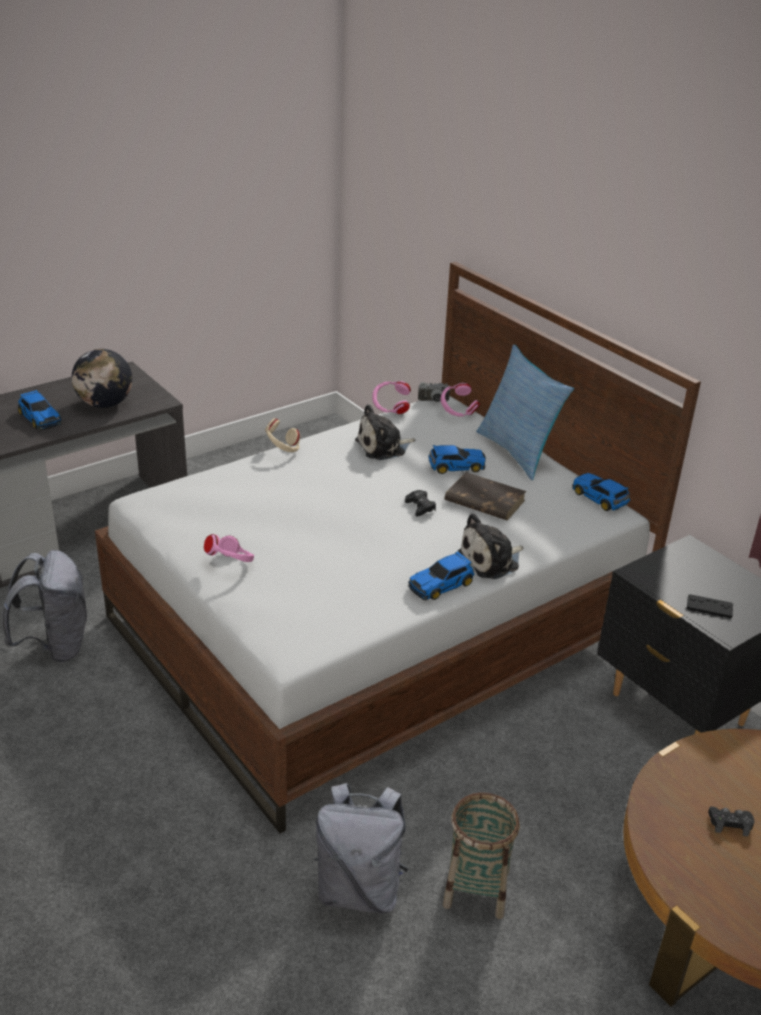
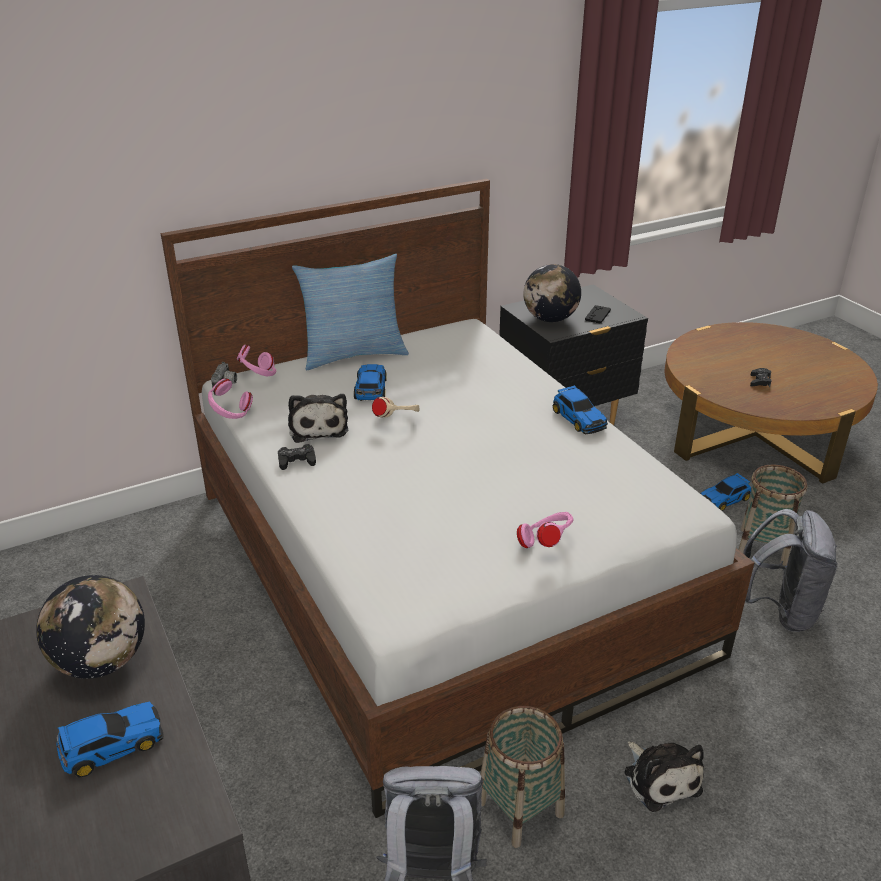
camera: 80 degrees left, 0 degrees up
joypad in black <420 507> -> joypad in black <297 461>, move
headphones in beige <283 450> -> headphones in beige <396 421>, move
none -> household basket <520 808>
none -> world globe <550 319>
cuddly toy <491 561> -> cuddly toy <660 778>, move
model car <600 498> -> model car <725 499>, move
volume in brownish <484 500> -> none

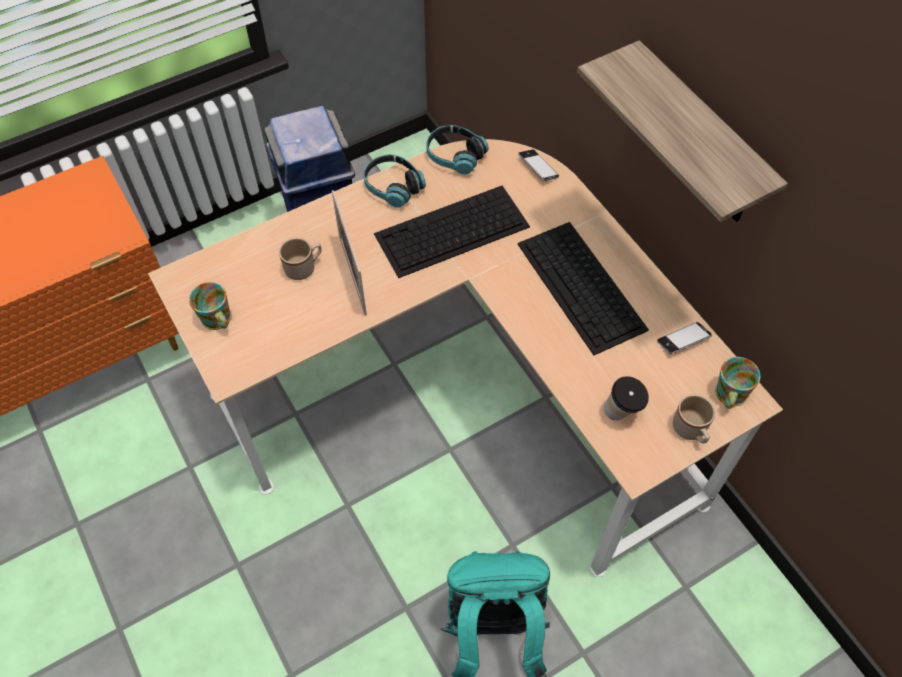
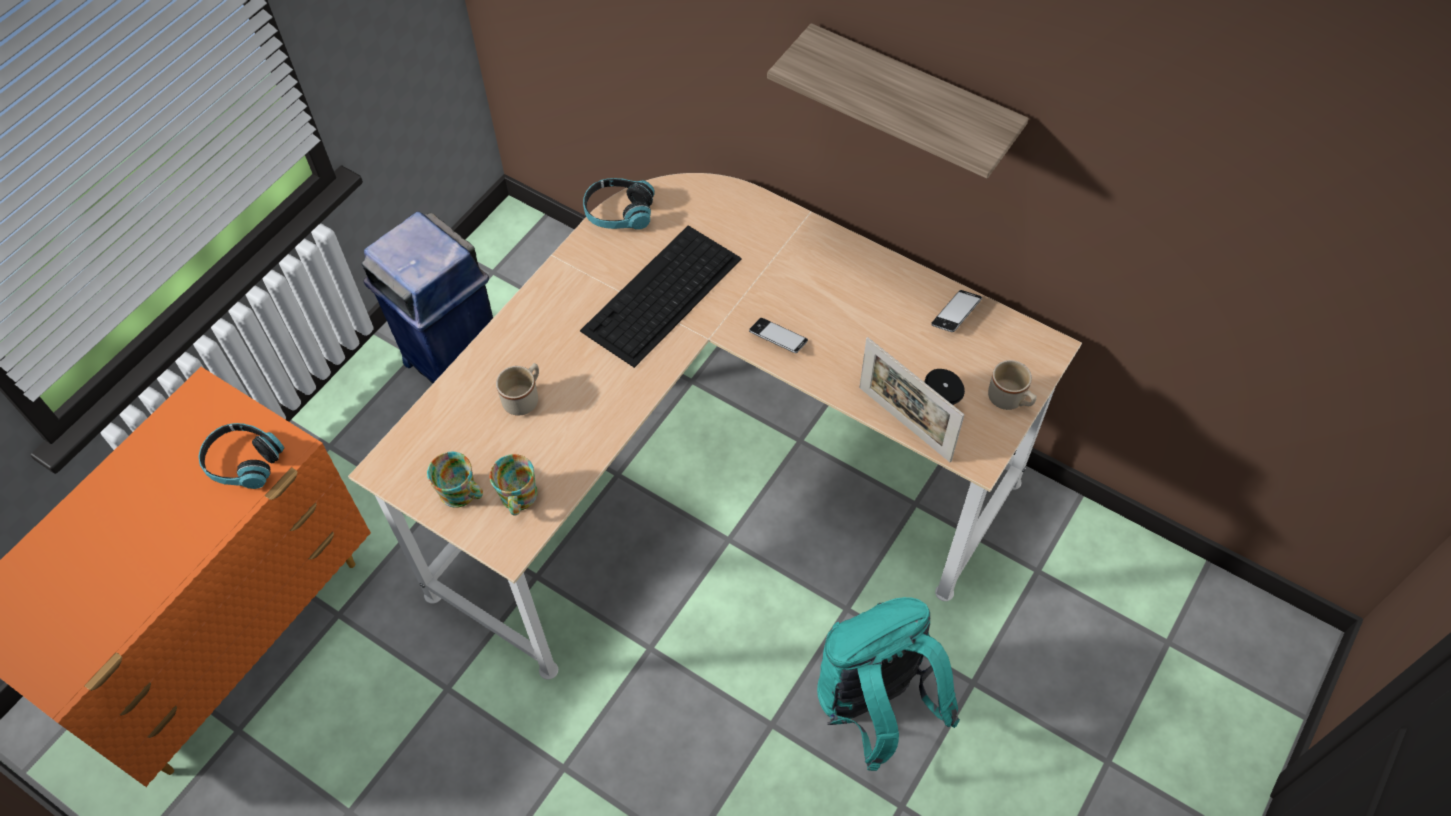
camera: 25 degrees left, 0 degrees up
headphones <393 187> -> headphones <244 462>, move
mug <729 396> -> mug <518 499>, move
telephone <538 168> -> telephone <778 338>, move
photo frame <352 275> -> photo frame <904 424>, move
computer keyboard <582 287> -> none

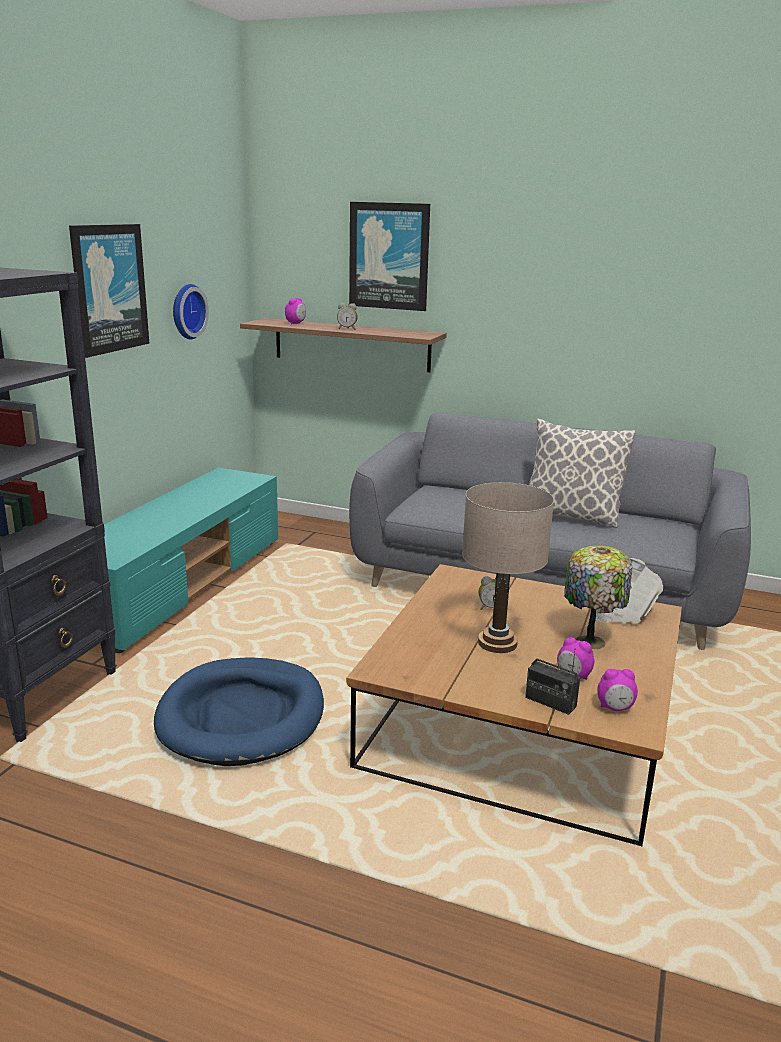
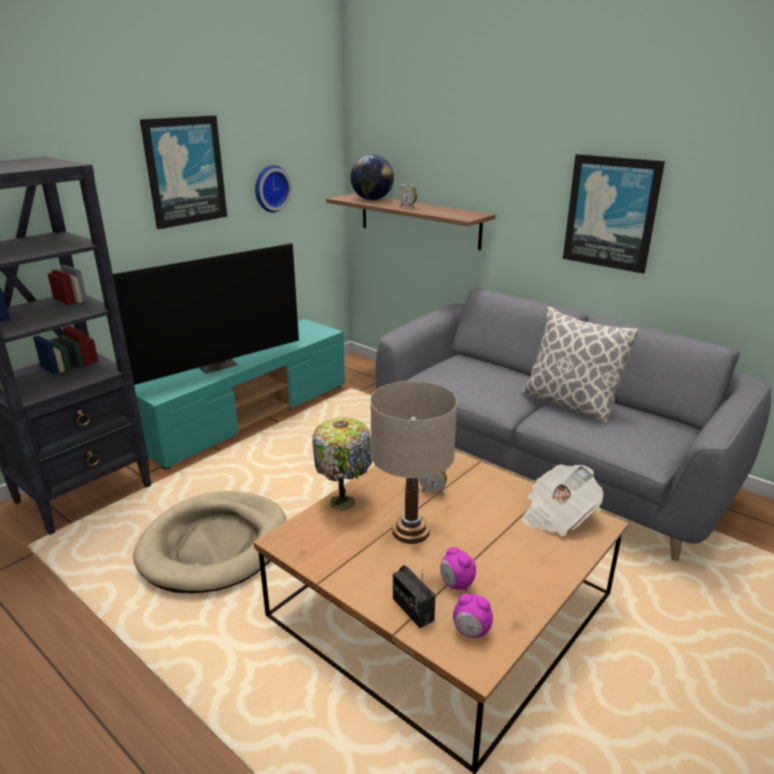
camera: 20 degrees right, 5 degrees up
none -> TV <217 365>
dog cushion in blue <242 716> -> dog cushion in beige <215 545>
lamp for a table <591 640> -> lamp for a table <344 501>, move
table clock <296 323> -> world globe <372 200>
wall art <389 256> -> wall art <611 213>, move

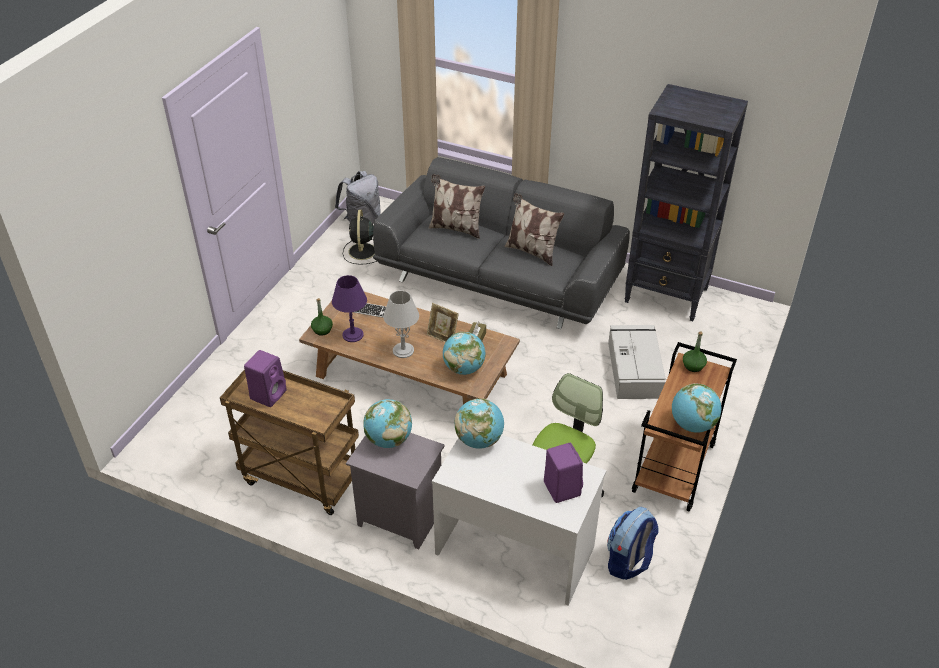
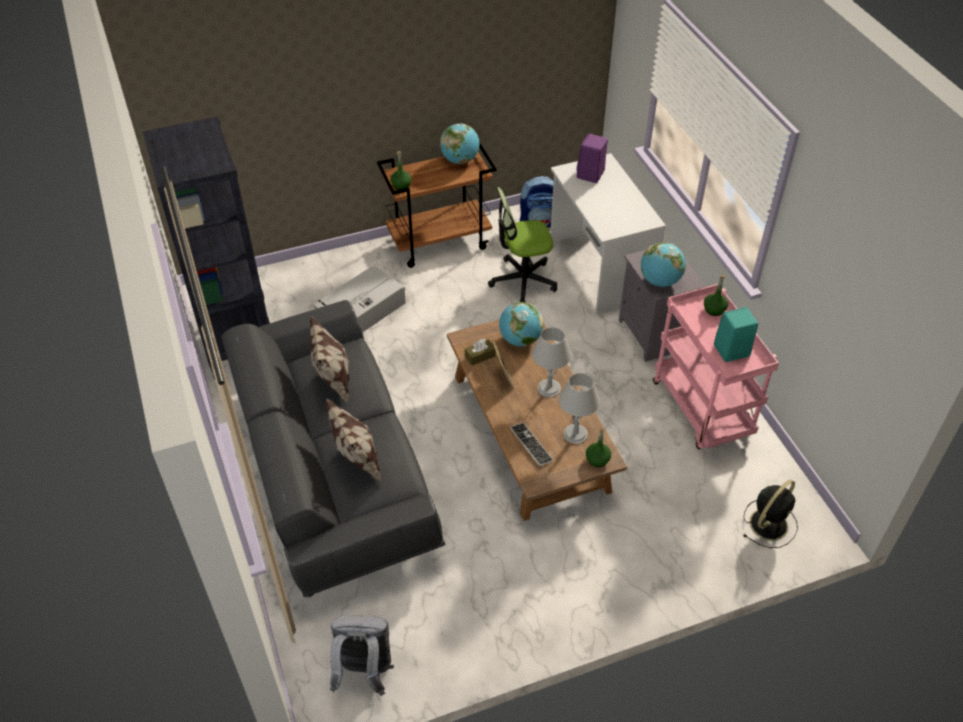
camera: 135 degrees left, 5 degrees up
lamp for a table in purple <353 335> -> lamp for a table in gray <575 434>
trolley in brownish <300 478> -> trolley in pinkish <703 410>
none -> bottle in green-coloured <714 309>
audio speaker in purple <269 394> -> audio speaker in turquoise <730 351>
electric fan in black <362 252> -> electric fan in black <769 523>, move
world globe <479 440> -> none

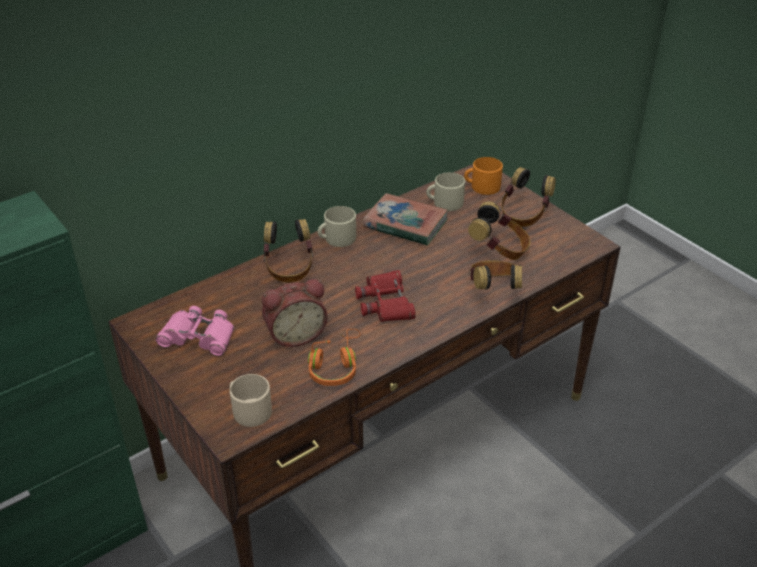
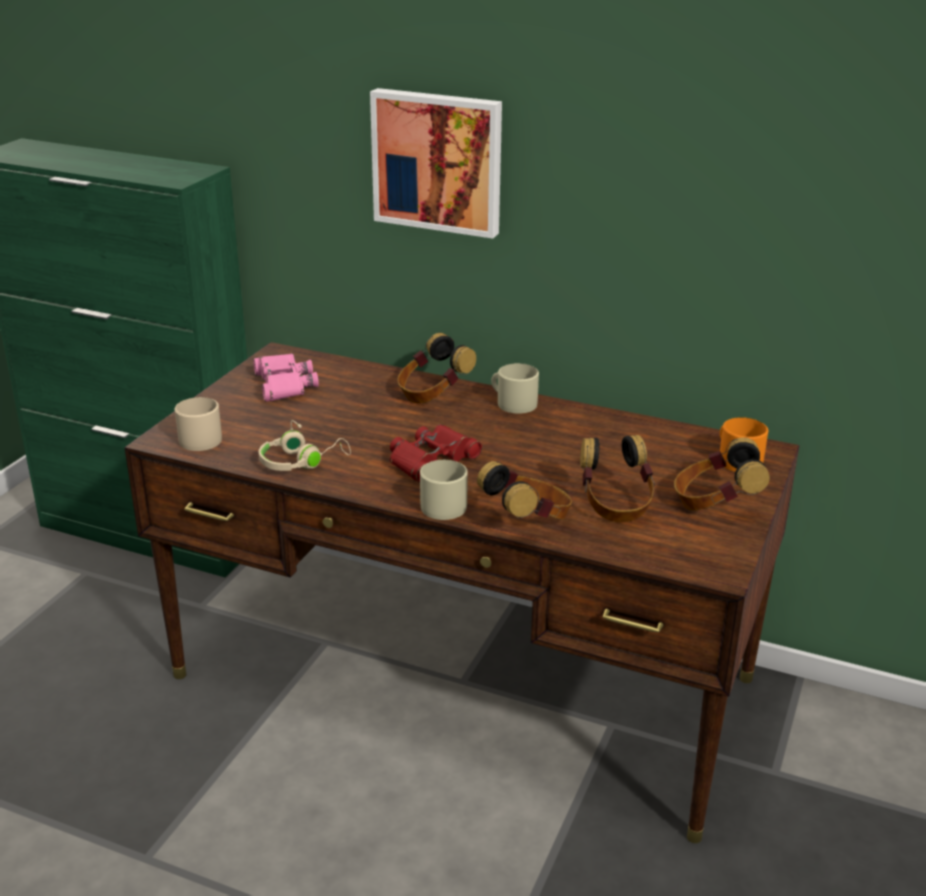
camera: 60 degrees right, 10 degrees down
headphones in orangey <335 366> -> headphones in beige <301 462>
none -> wall art <438 161>
mug in beige <444 202> -> mug in beige <440 504>, move
table clock <295 334> -> none
volume <405 224> -> none

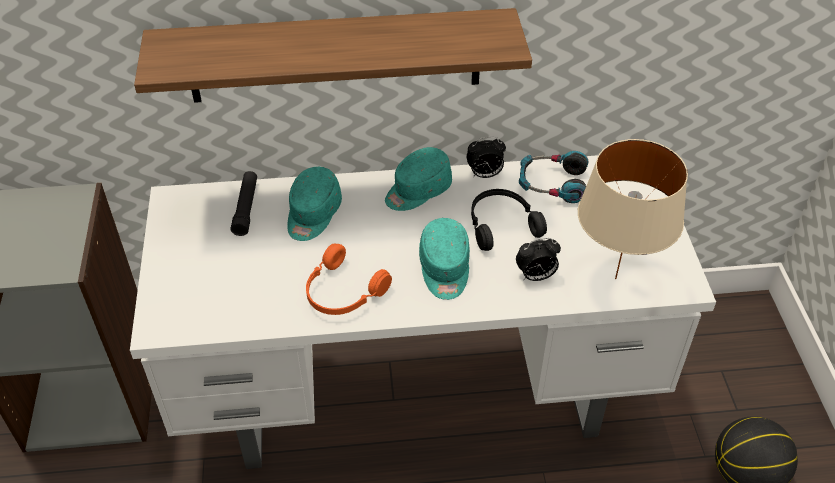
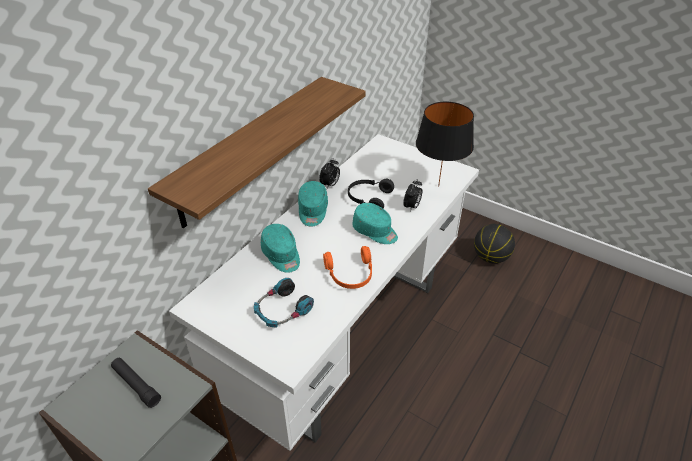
camera: 50 degrees left, 5 degrees down
torch in black <246 208> -> torch in black <136 385>, move
headphones <552 184> -> headphones <282 310>, move
lamp for a table in beige <615 277> -> lamp for a table in black <438 186>

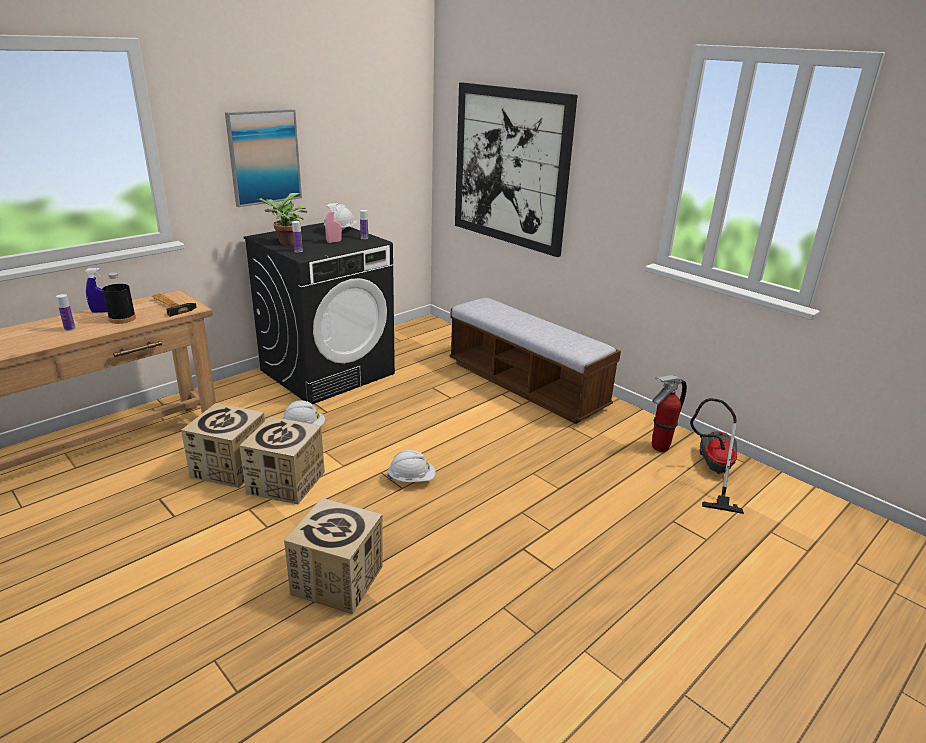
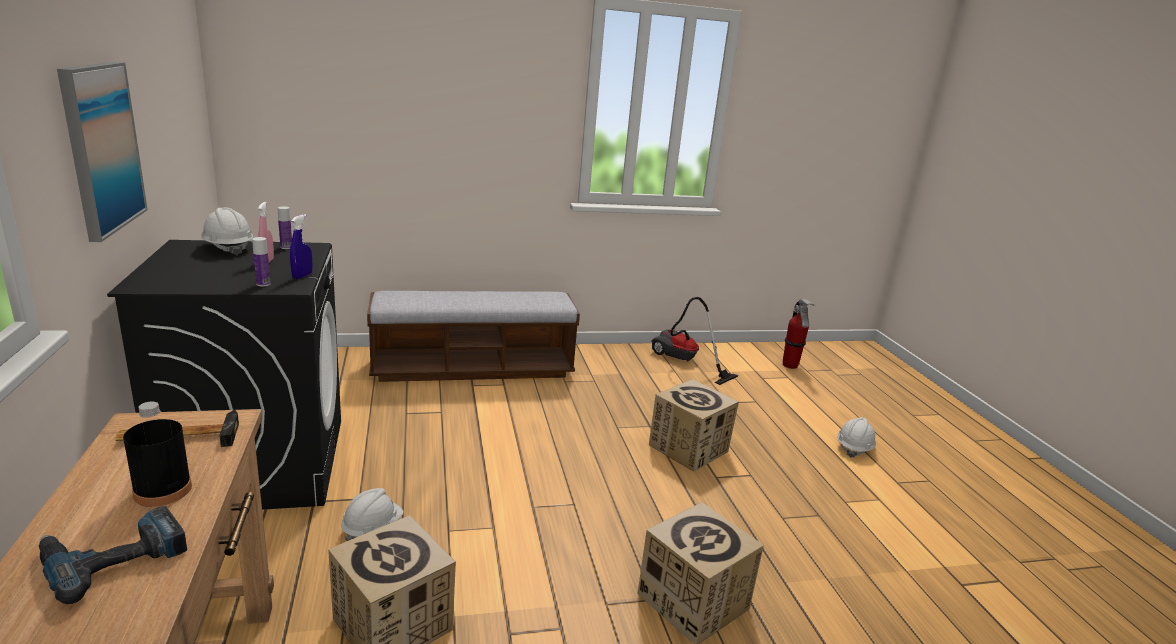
camera: 60 degrees left, 5 degrees down
bottle <70 329> -> power drill <113 557>
sprayer in blue <101 311> -> sprayer in blue <302 276>, move
carton <286 482> -> carton <689 448>, move
fire-fighting cylinder <659 447> -> fire-fighting cylinder <790 366>, move
hard hat in white-coloured <411 479> -> hard hat in white-coloured <854 448>, move
potted plant <286 243> -> none
wall art <510 167> -> none

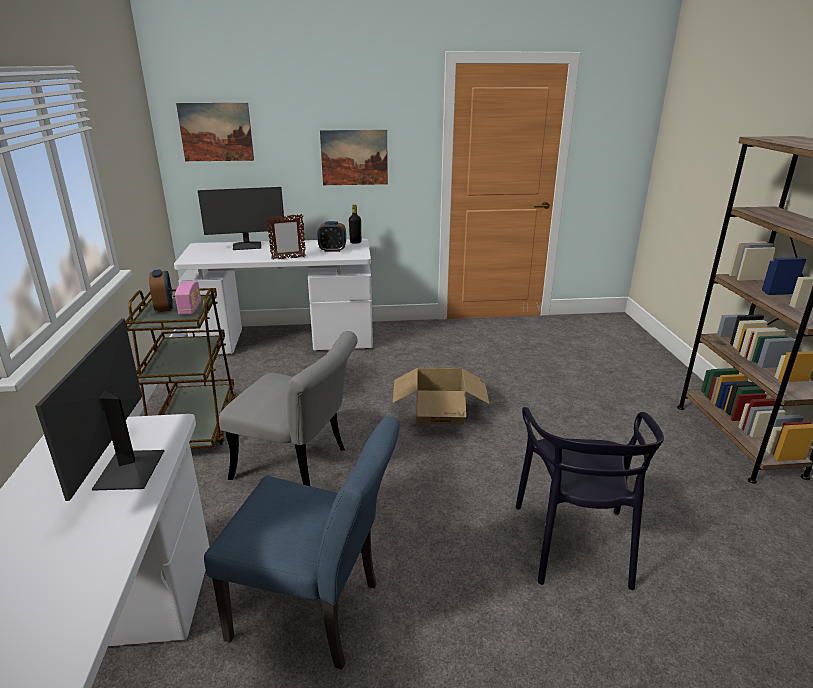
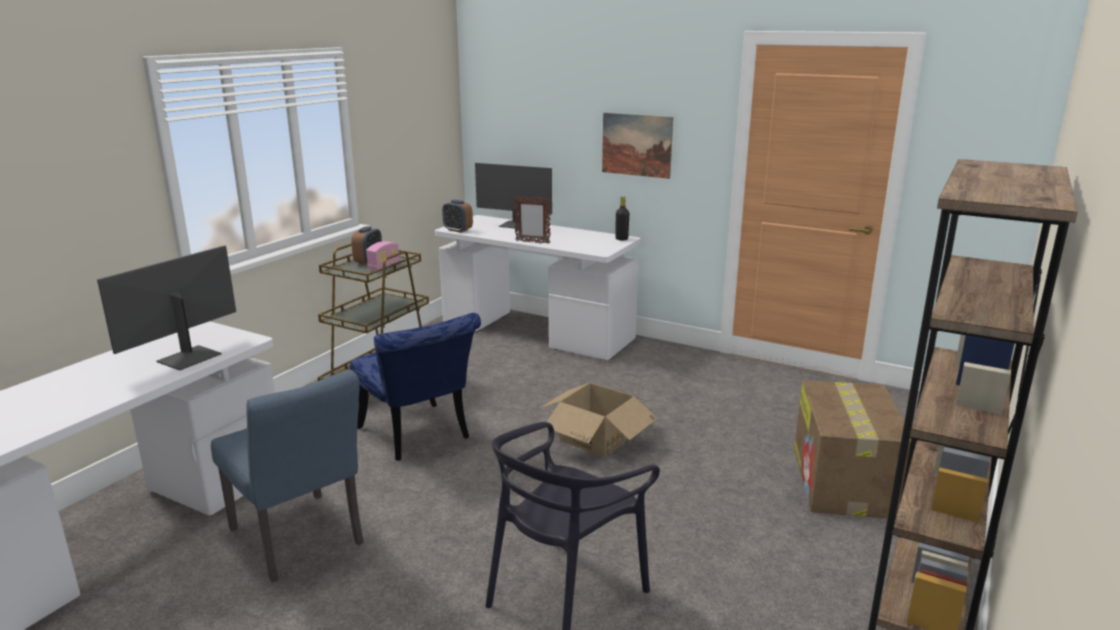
camera: 35 degrees right, 5 degrees down
upright chair in gray <299 465> -> upright chair in blue <418 437>
table clock <332 250> -> table clock <458 230>, move
none -> carton <844 482>
wall art <216 132> -> none

